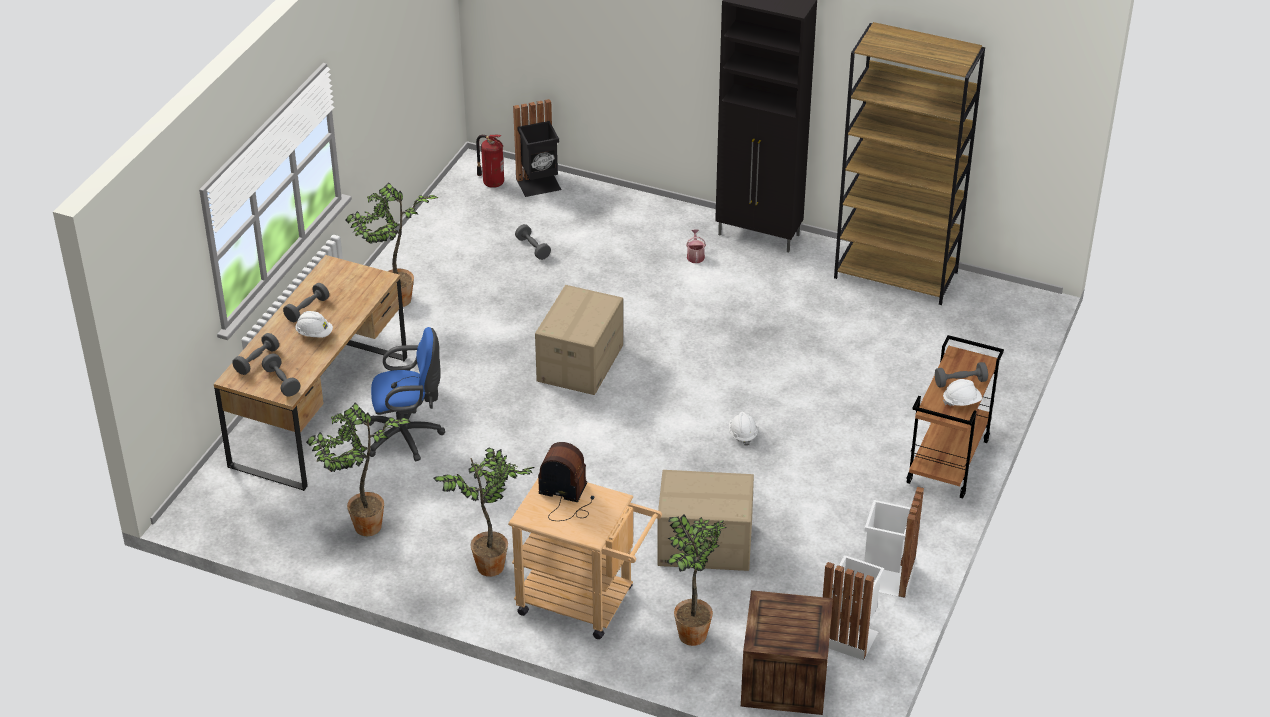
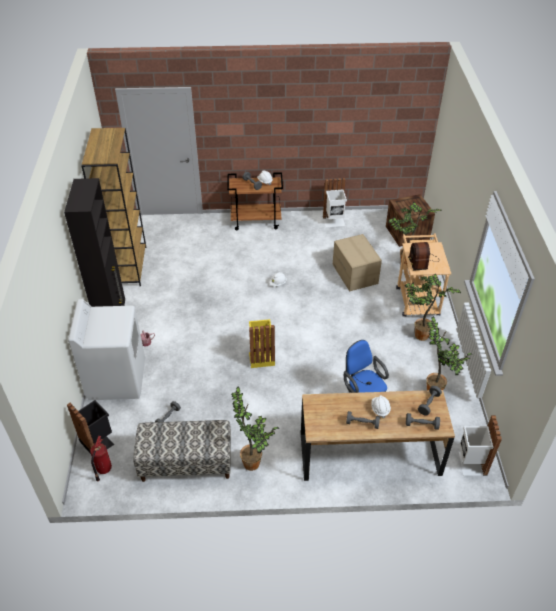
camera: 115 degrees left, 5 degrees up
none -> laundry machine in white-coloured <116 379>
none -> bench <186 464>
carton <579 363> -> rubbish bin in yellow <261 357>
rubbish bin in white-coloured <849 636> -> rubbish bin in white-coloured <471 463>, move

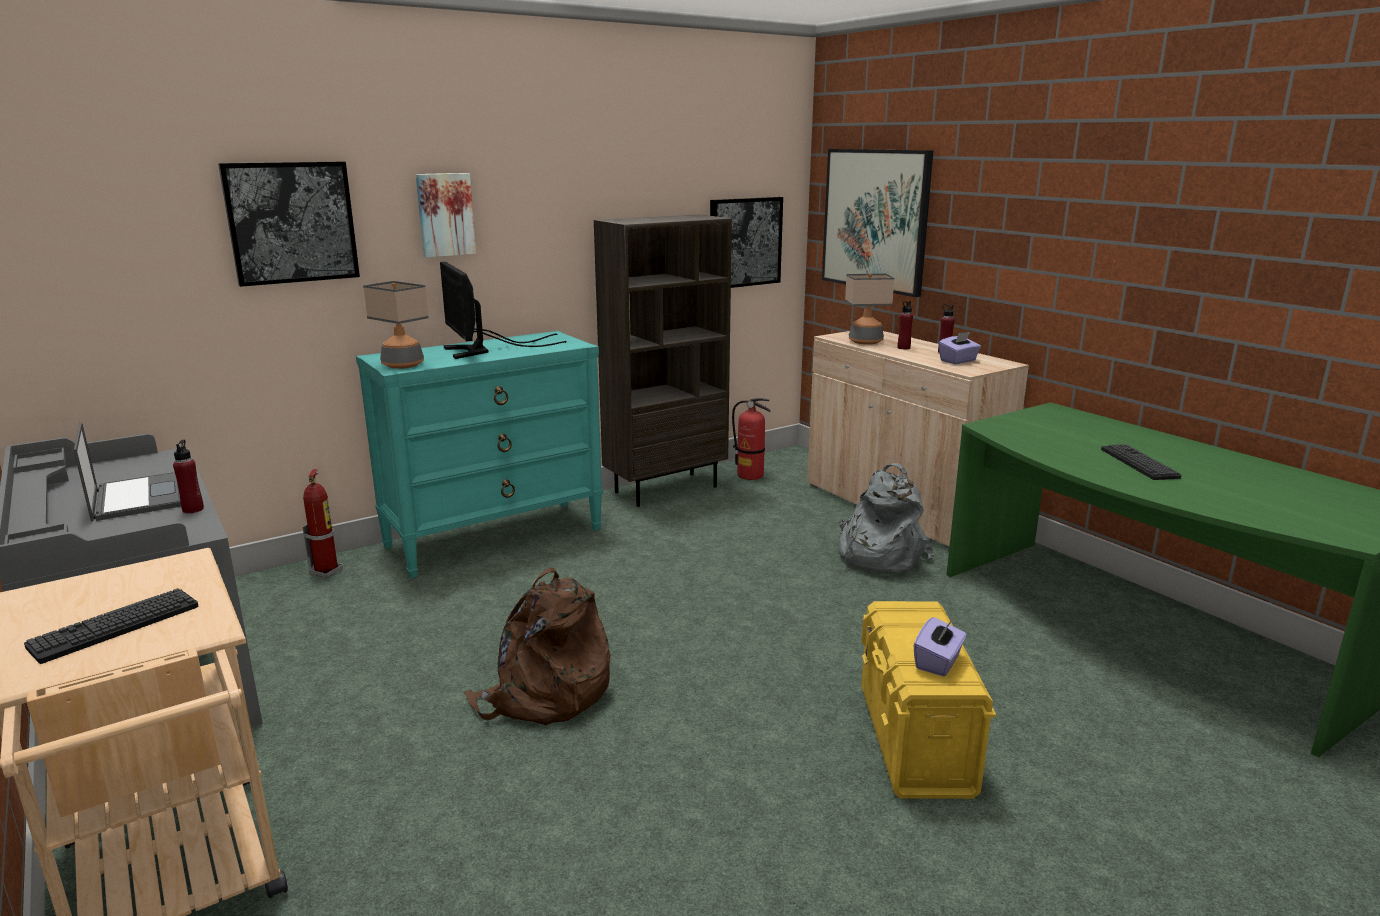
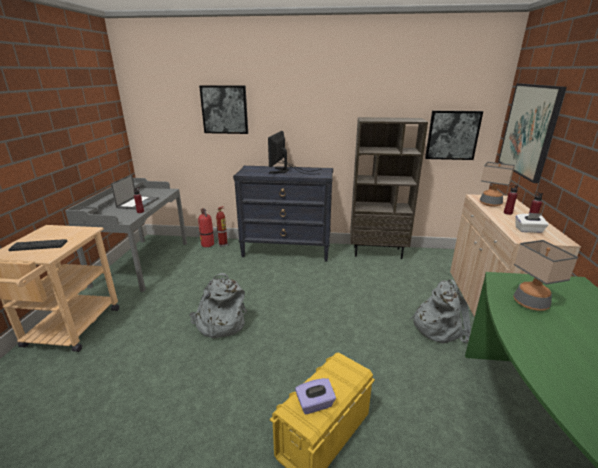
camera: 40 degrees right, 5 degrees up
knapsack in brownish <545 694> -> knapsack in gray <220 323>
fire-fighting cylinder <750 475> -> fire-fighting cylinder <208 244>, move
dresser in turquoise <495 537> -> dresser in black <287 251>
lamp for a table <402 365> -> lamp for a table <530 303>, move
tissue holder in purple <958 361> -> tissue holder in white-coloured <528 230>
wall art <445 214> -> none
computer keyboard <1139 463> -> none

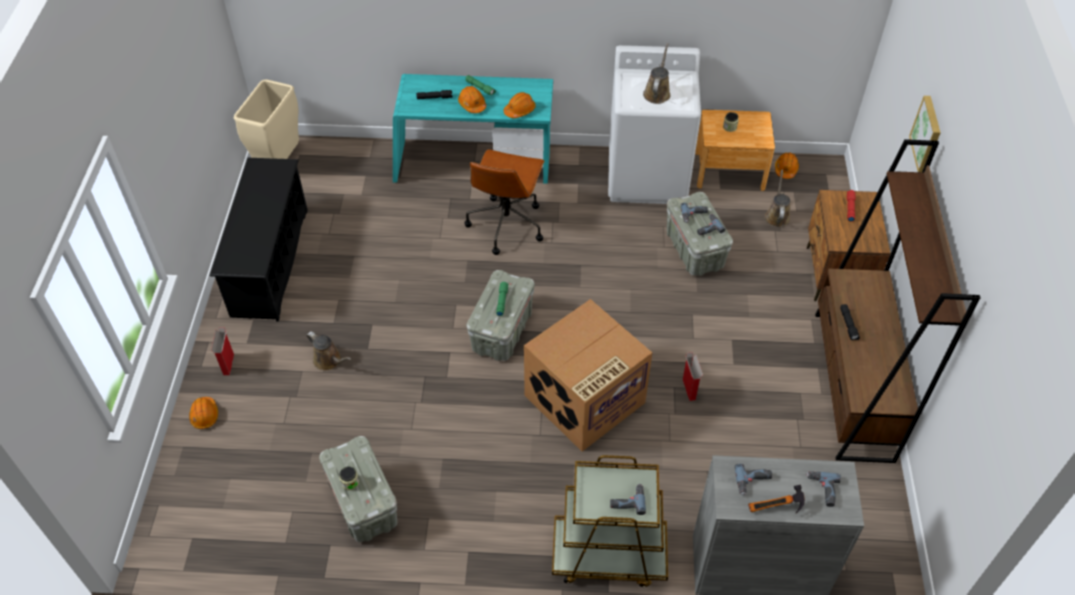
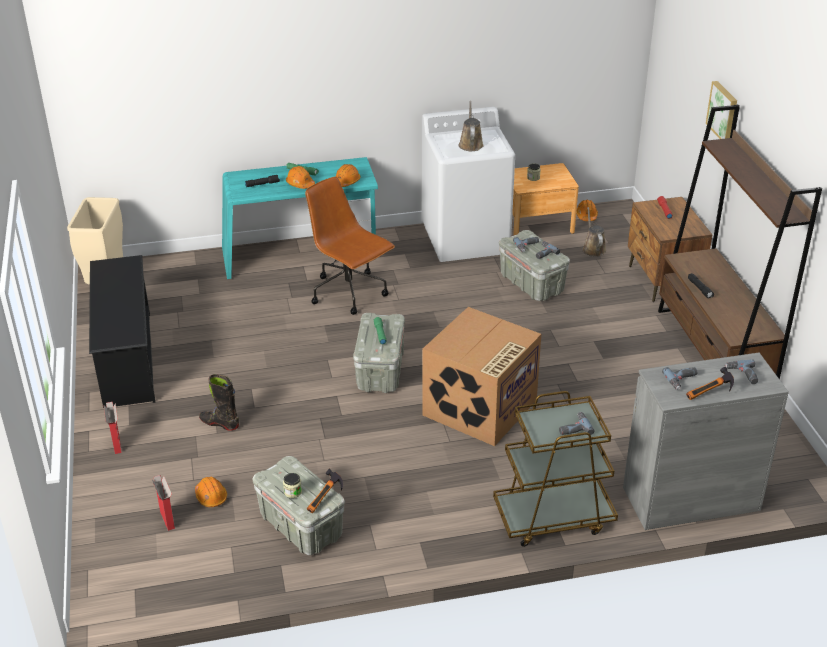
camera: 15 degrees left, 15 degrees down
carton <689 390> -> carton <167 520>, move
hard hat in orangey <204 415> -> hard hat in orangey <211 497>, move
watering can in brownish <329 361> -> boot in black <220 423>
desk chair in brownish <506 224> -> desk chair in brownish <350 293>, 135 degrees clockwise
none -> hammer <326 499>

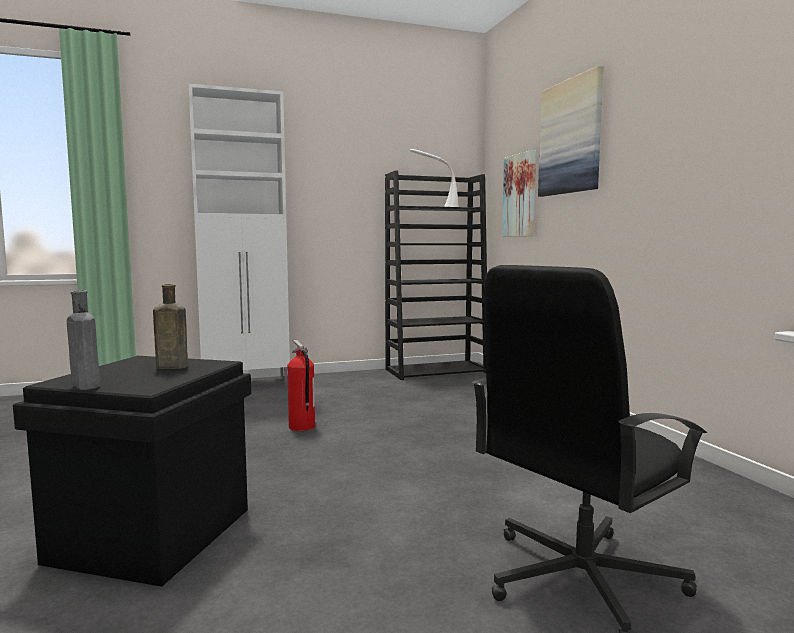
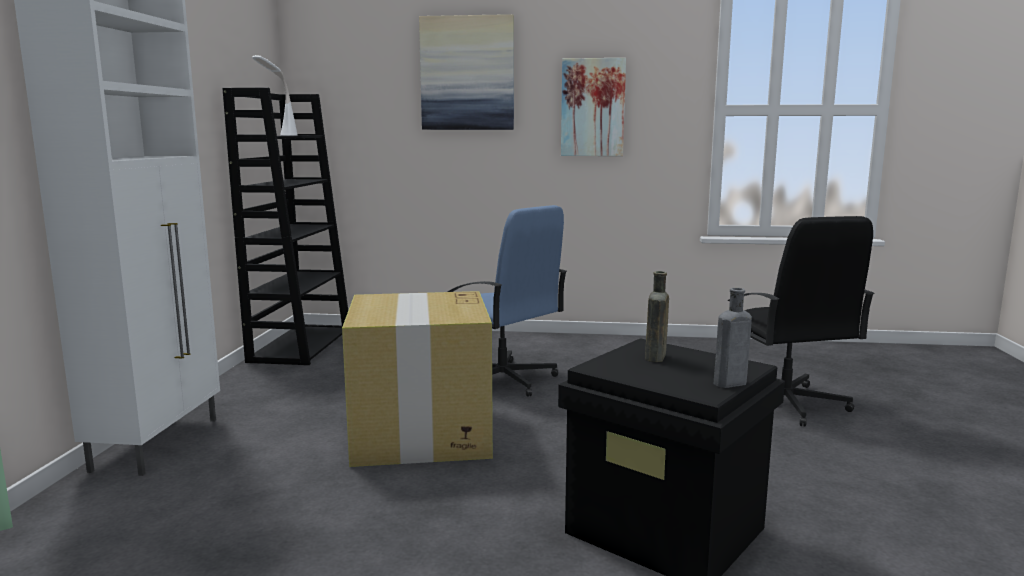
camera: 65 degrees left, 5 degrees up
fire-fighting cylinder <301 427> -> carton <421 434>
none -> desk chair in blue <503 380>
wall art <520 195> -> wall art <592 107>, move

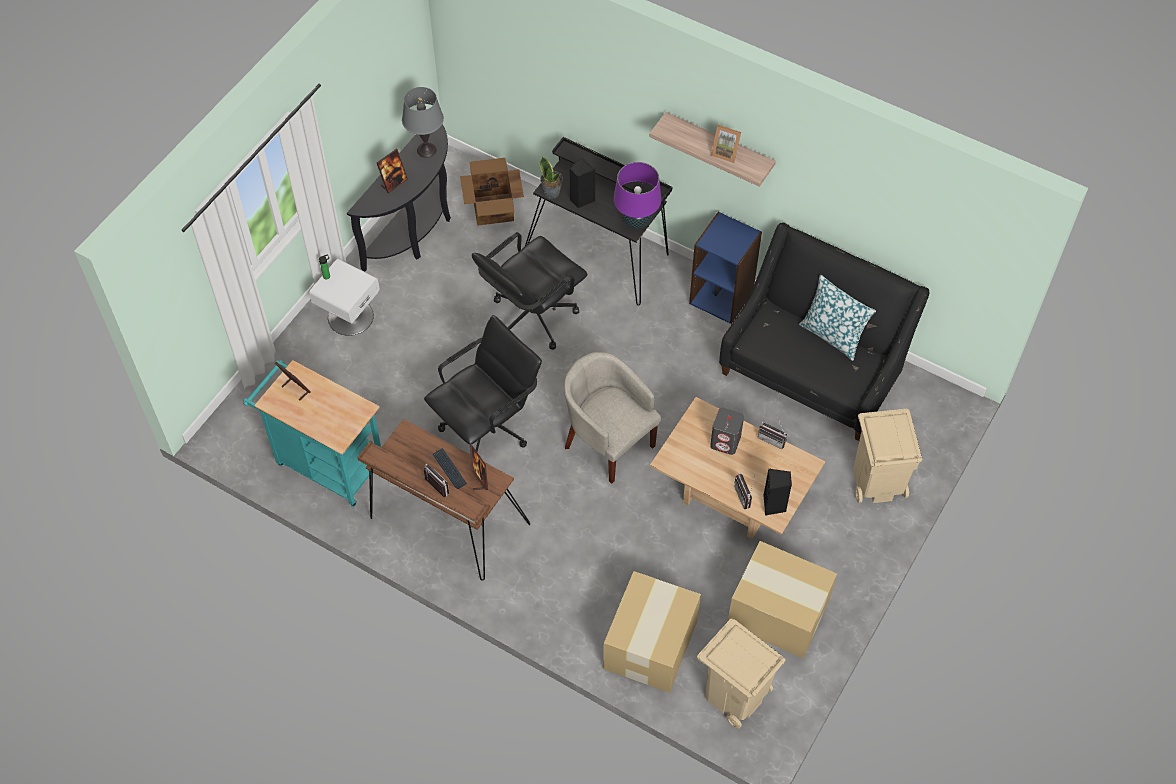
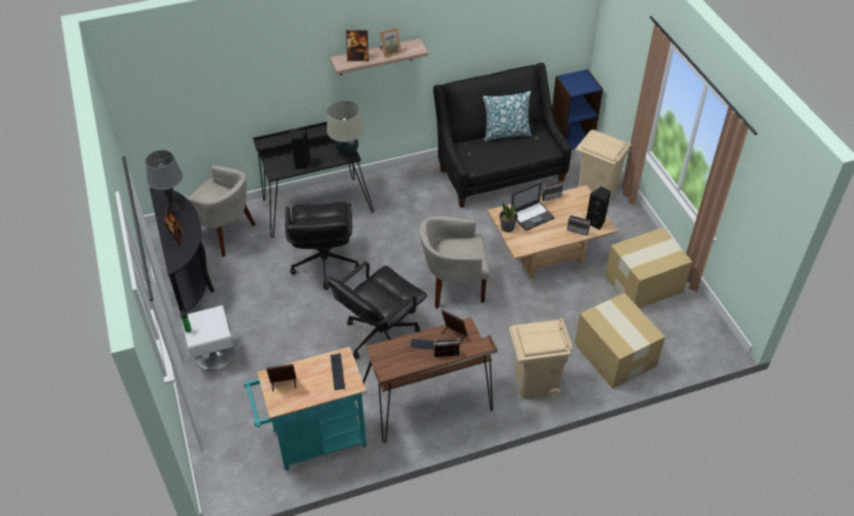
camera: 50 degrees left, 10 degrees down
carton <493 210> -> armchair in beige <224 233>
desk chair in black <487 426> -> desk chair in black <380 336>, 135 degrees counterclockwise
lamp for a table in purple <636 221> -> lamp for a table in beige <347 151>
none -> computer keyboard <337 372>
none -> photo frame <358 58>
potted plant <552 192> -> potted plant <507 227>, move
rubbish bin in beige <734 695> -> rubbish bin in beige <535 383>, move
audio speaker in gray <726 442> -> portable computer <532 216>
bookshelf in blue <721 297> -> bookshelf in blue <571 137>, move

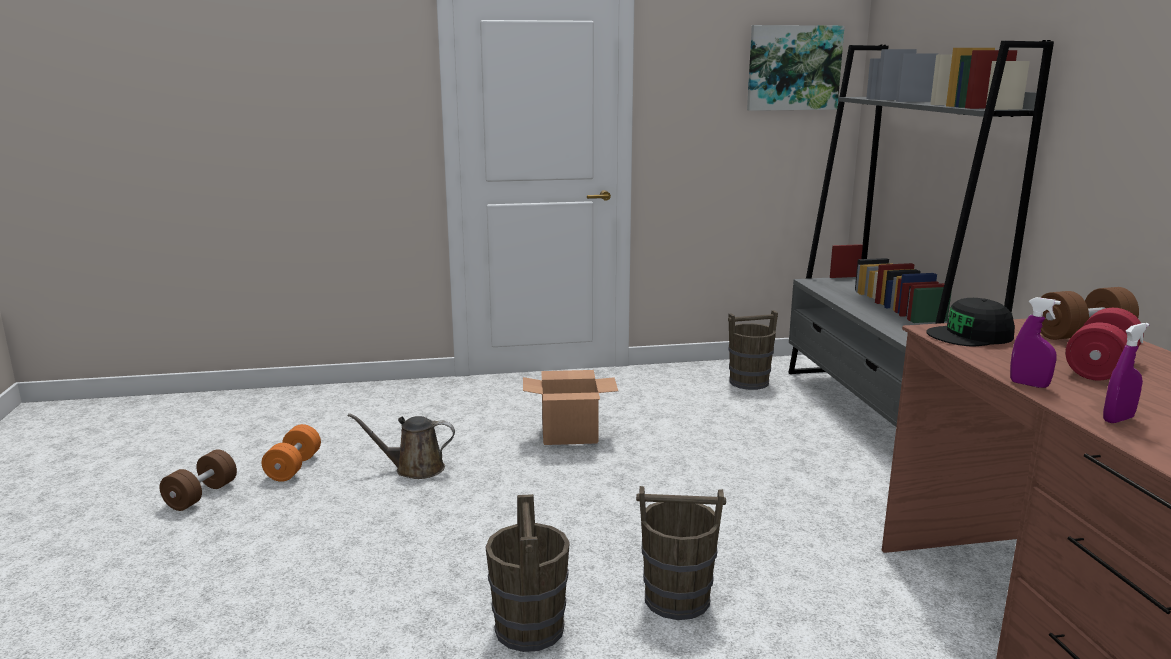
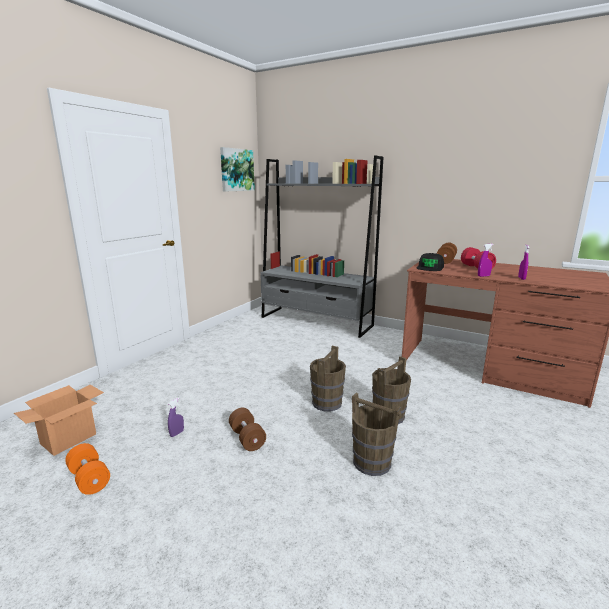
camera: 50 degrees left, 0 degrees up
carton <570 435> -> carton <69 438>, move
watering can in brownish <414 469> -> sprayer in purple <177 433>
hand weight in brownish <201 495> -> hand weight in brownish <247 438>, move
bucket in brownish <748 382> -> bucket in brownish <326 403>, move

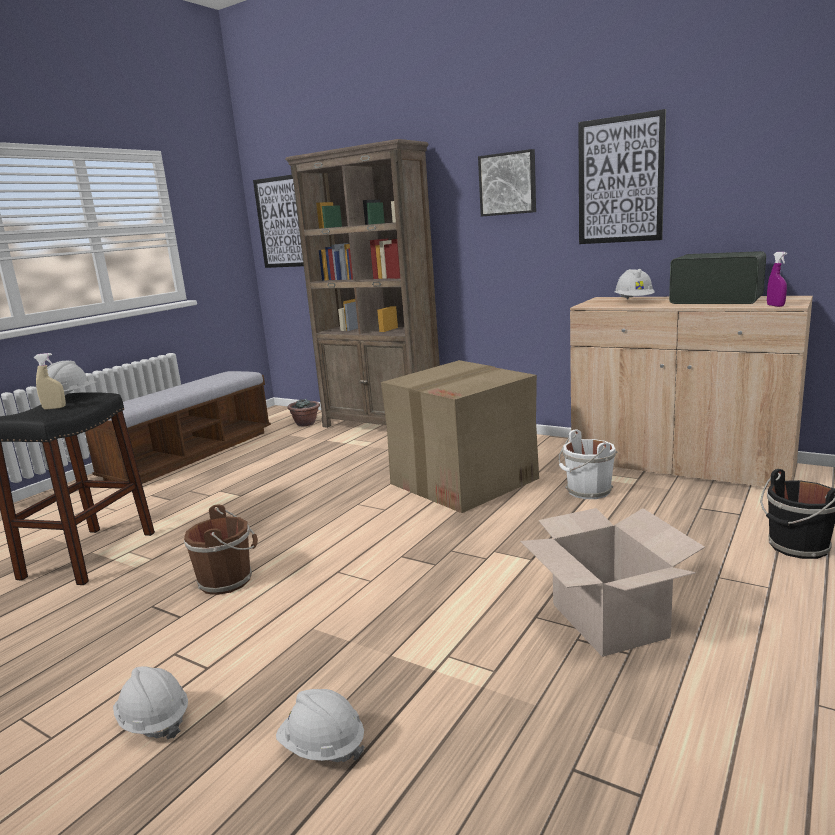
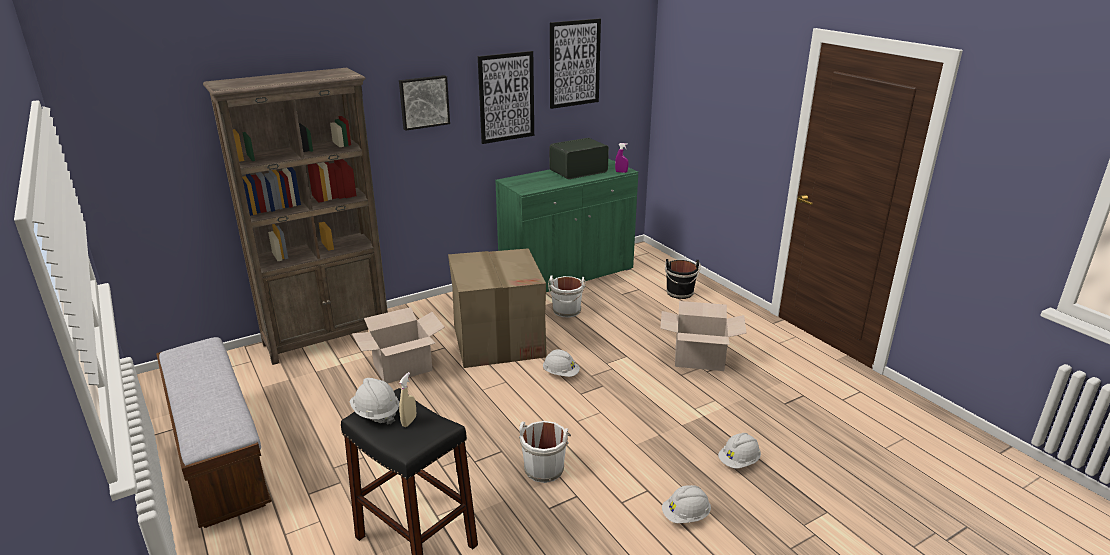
camera: 65 degrees left, 10 degrees up
none -> carton <403 367>
cabinet in beige <680 464> -> cabinet in green-coloured <567 275>
bucket in brownish <228 580> -> bucket in white-coloured <544 468>
hard hat in white-coloured <634 302> -> hard hat in white-coloured <561 373>, move
wall art <282 222> -> wall art <574 63>, move
potted plant <306 424> -> none

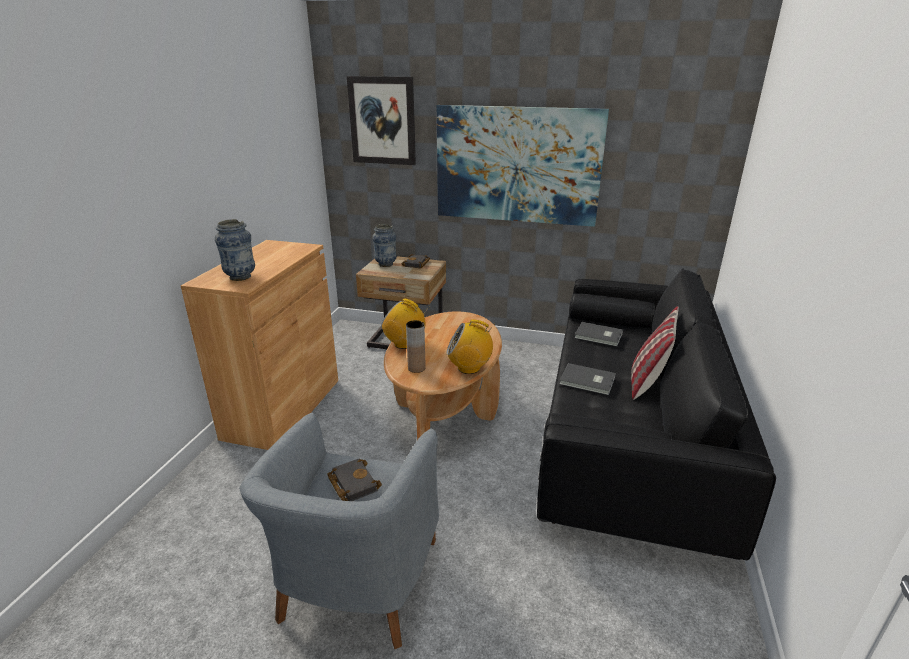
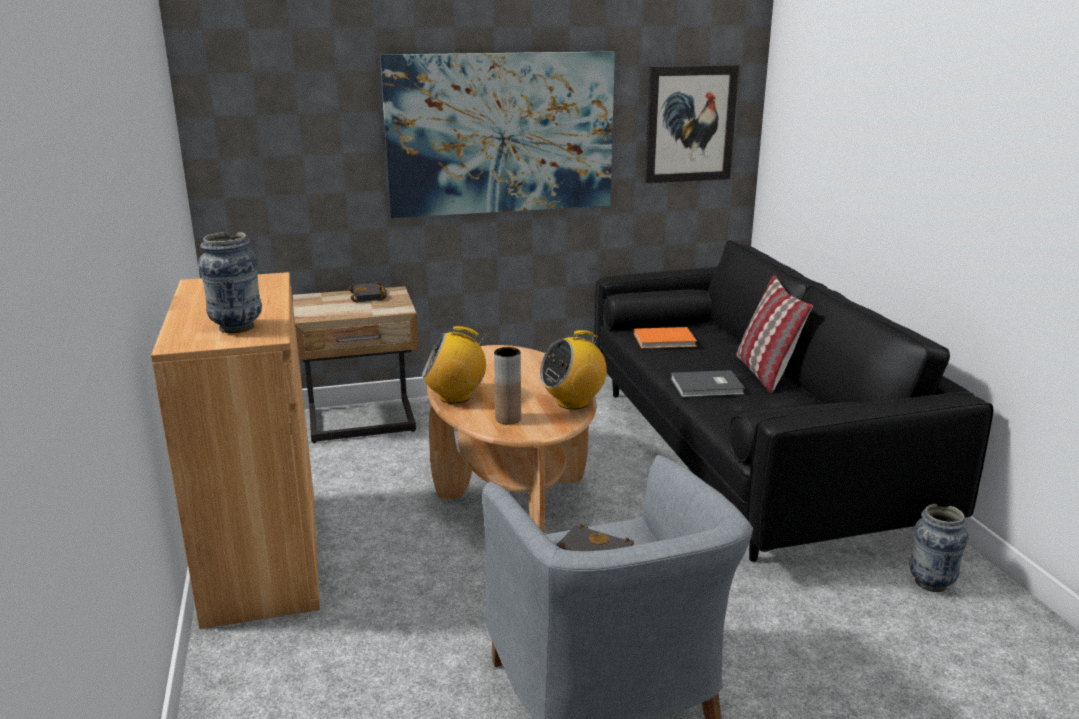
camera: 30 degrees left, 5 degrees down
volume in gray <599 336> -> volume in orangey <665 340>
wall art <382 121> -> wall art <690 124>, move
vase <386 264> -> vase <931 583>, move

